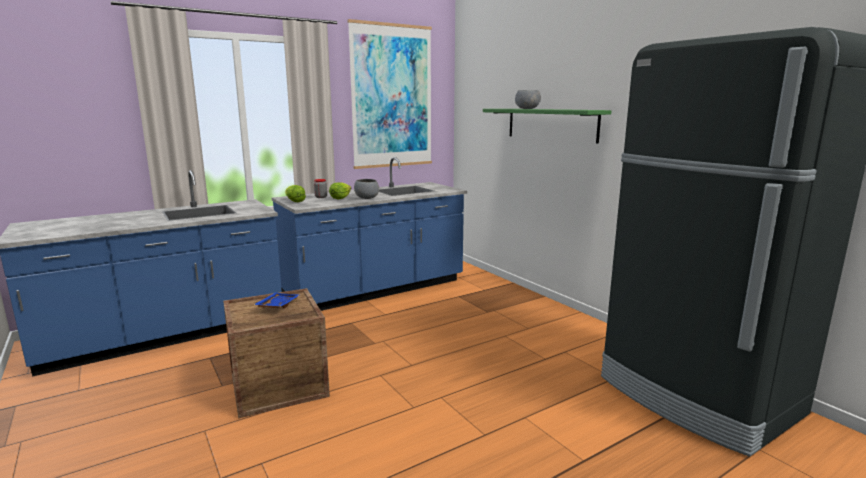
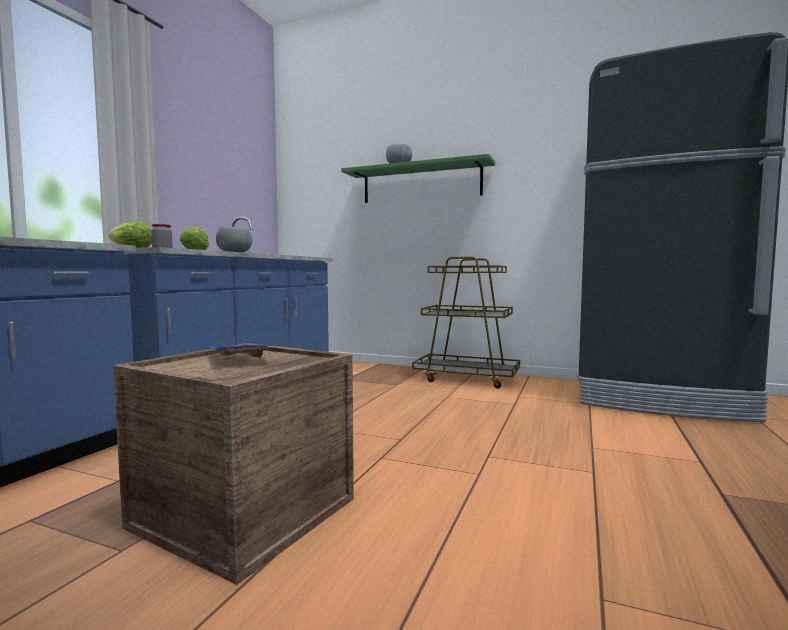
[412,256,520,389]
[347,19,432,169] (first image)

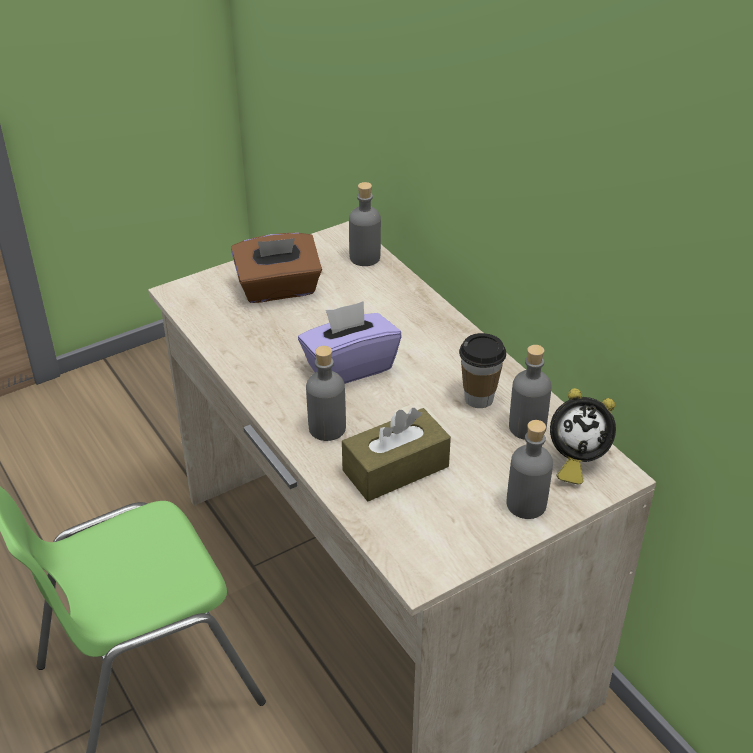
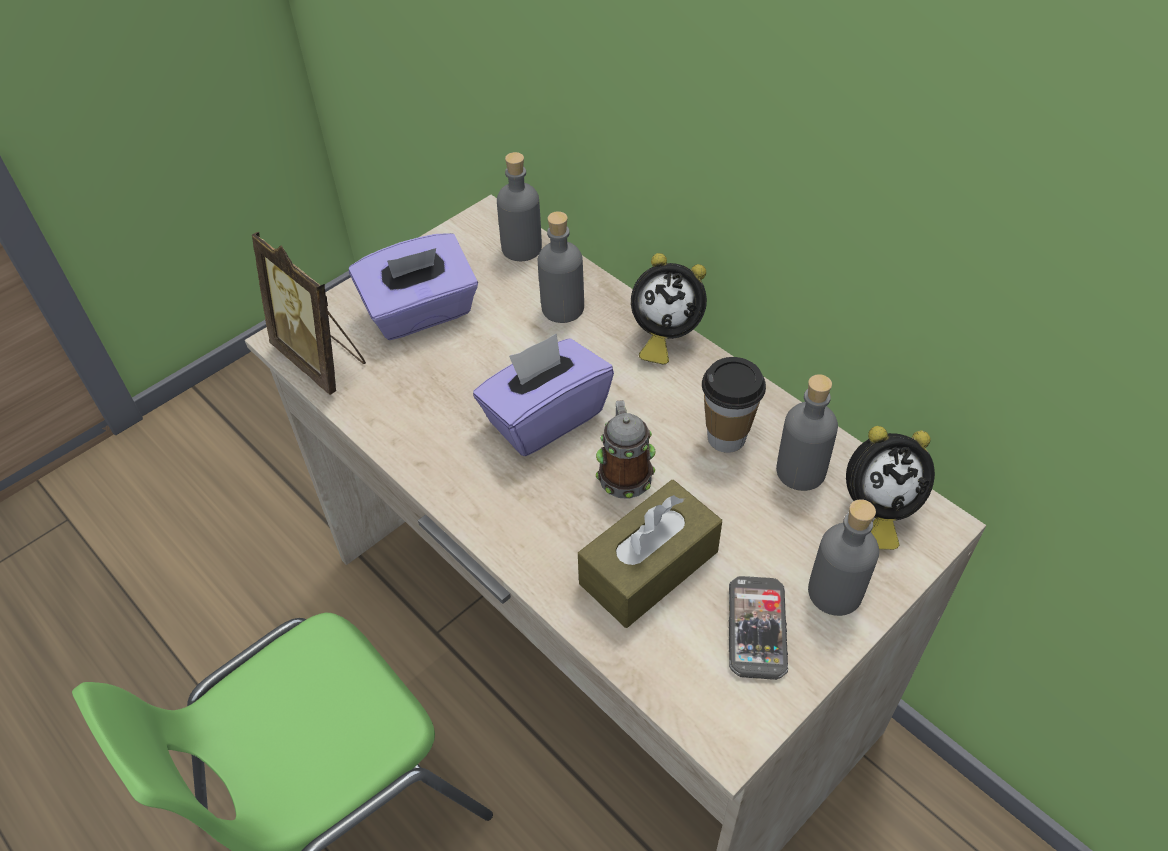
[252,232,366,395]
[349,233,478,340]
[538,211,584,323]
[596,400,655,499]
[631,253,707,365]
[729,576,788,680]

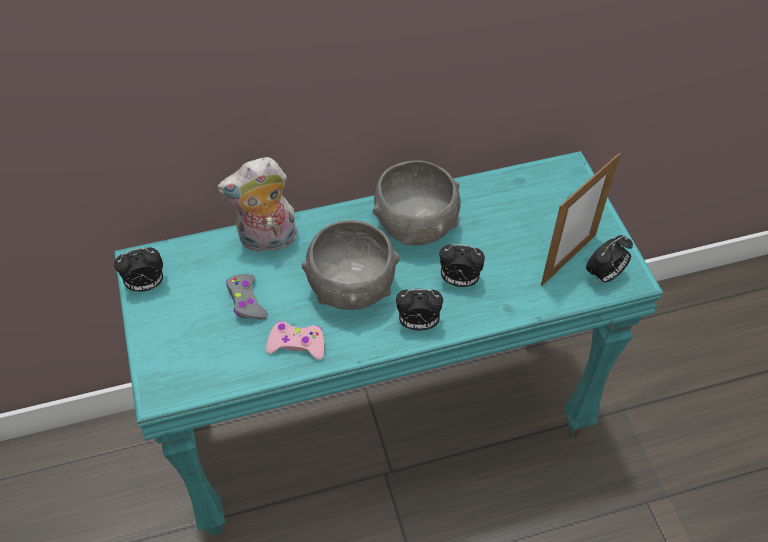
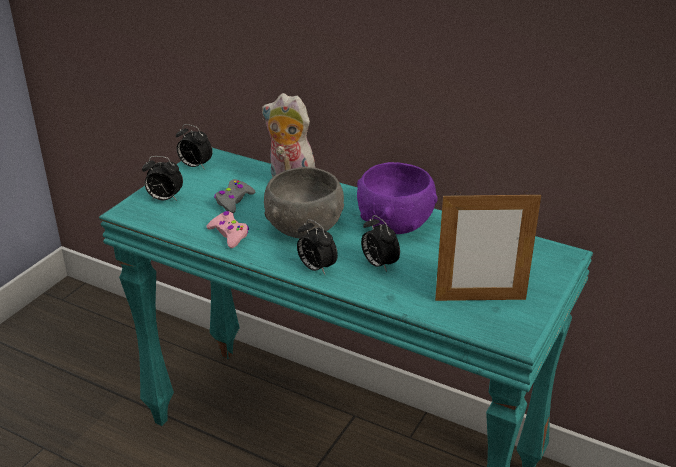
[142,156,183,201]
[357,162,438,234]

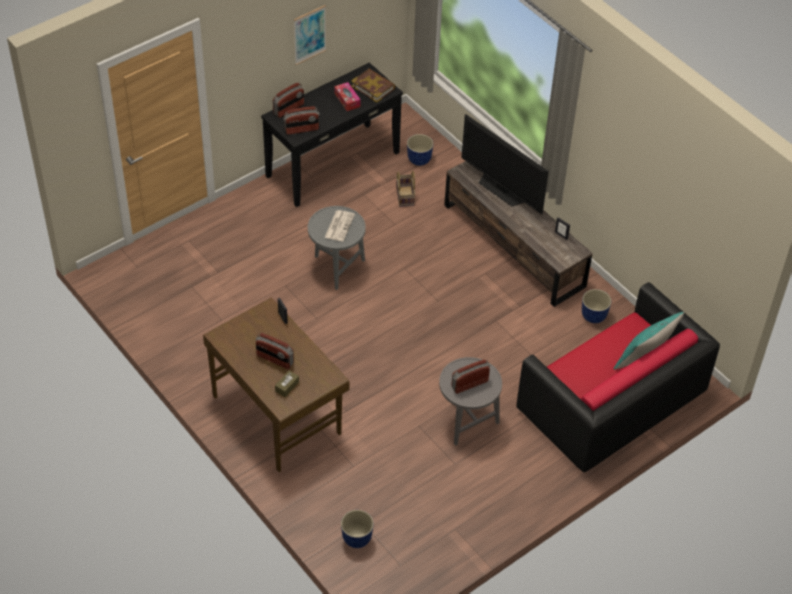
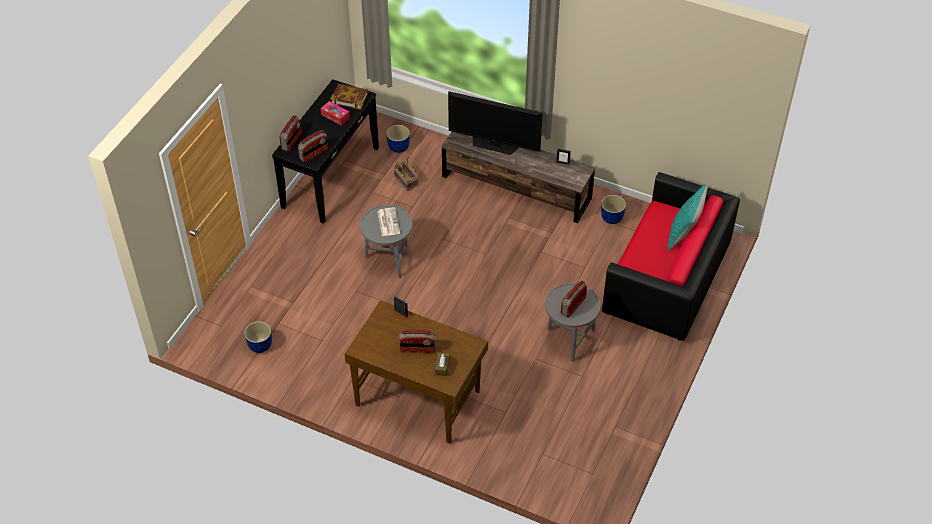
[244,321,272,353]
[294,5,326,65] (first image)

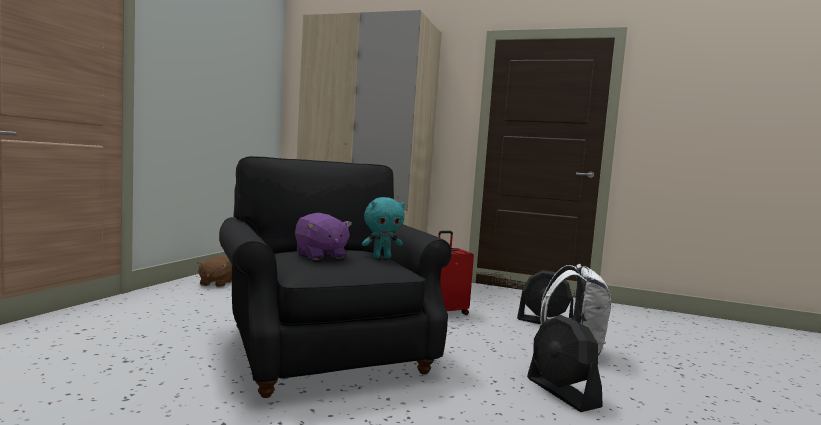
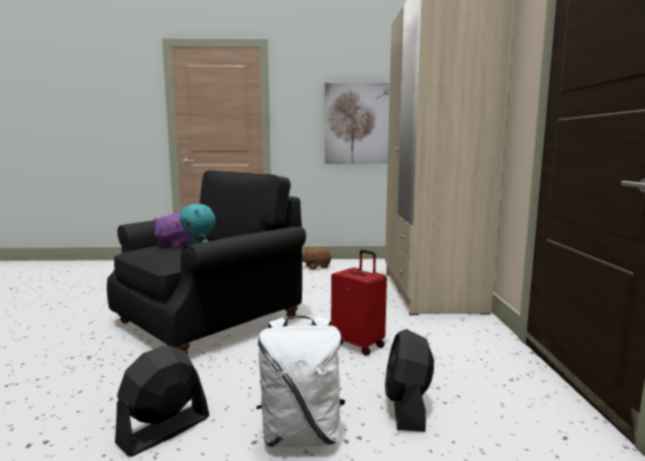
[325,83,390,164]

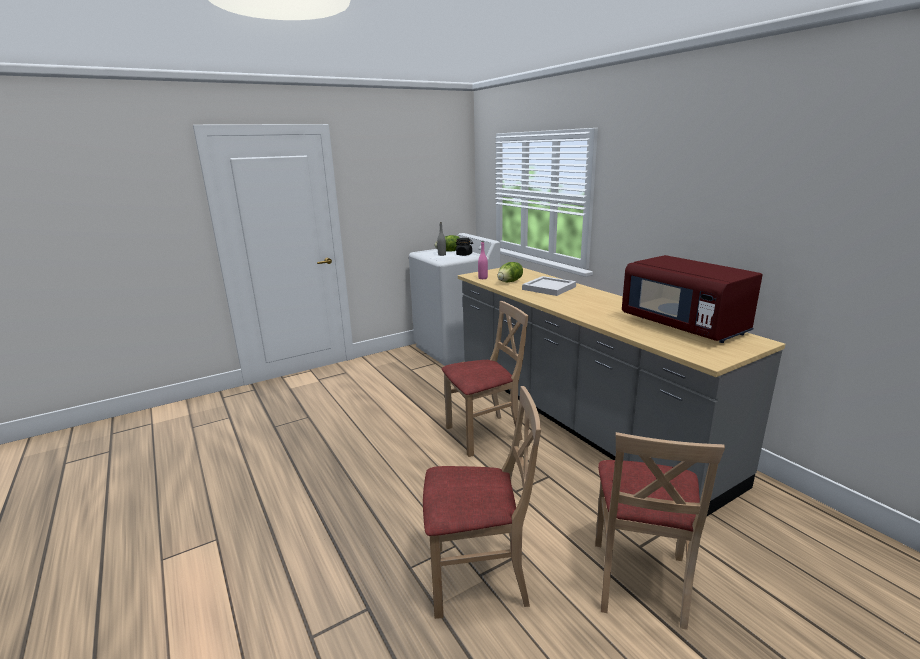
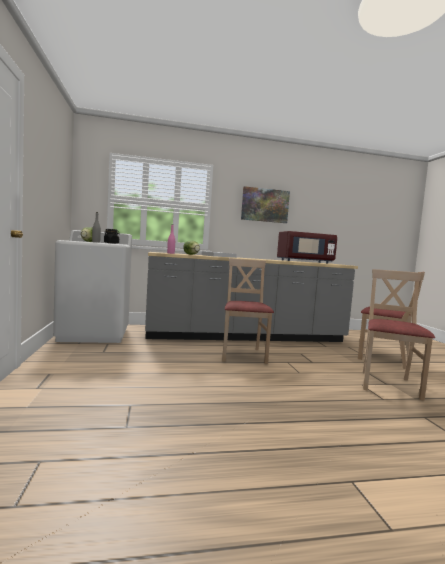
[241,186,290,223]

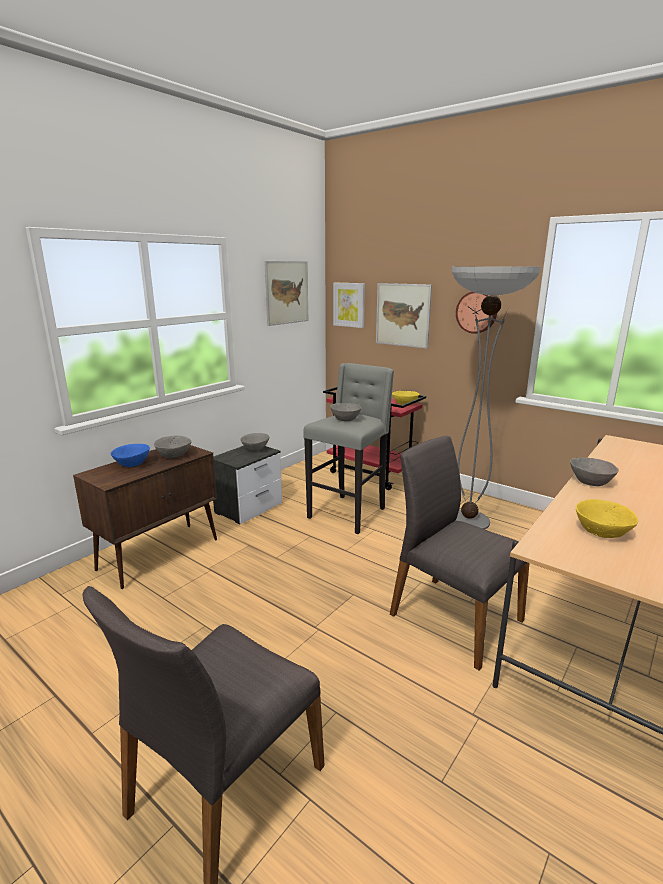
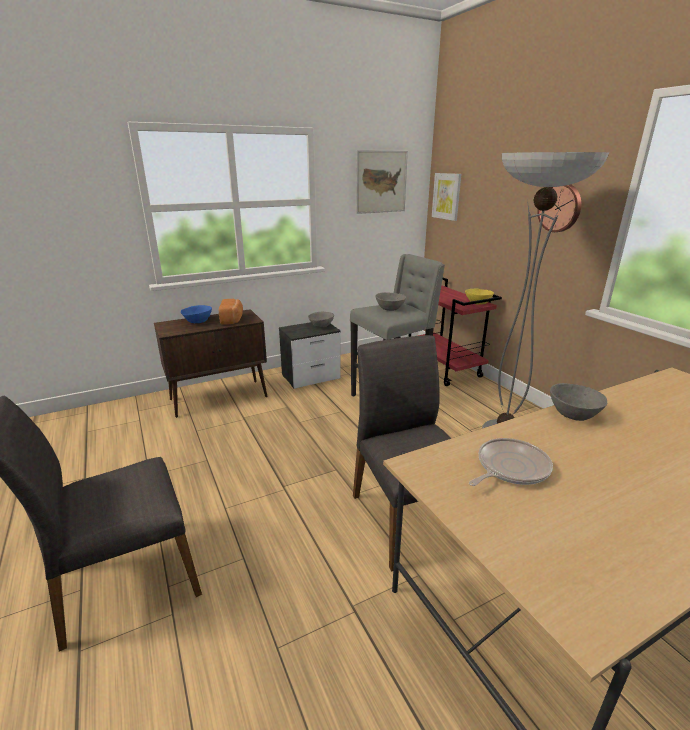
[219,299,243,325]
[469,438,553,486]
[376,283,432,349] (first image)

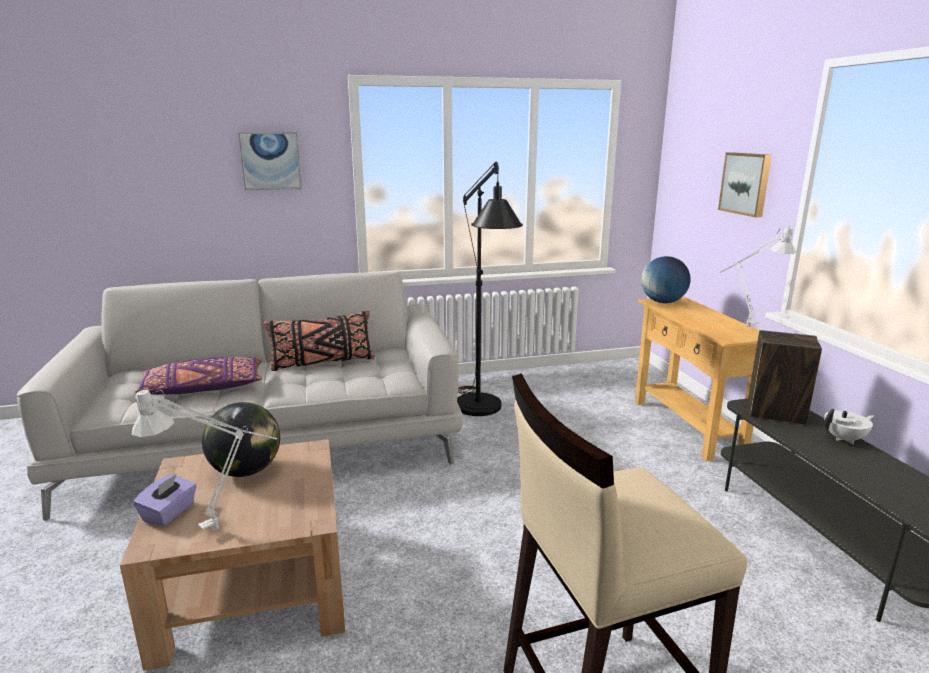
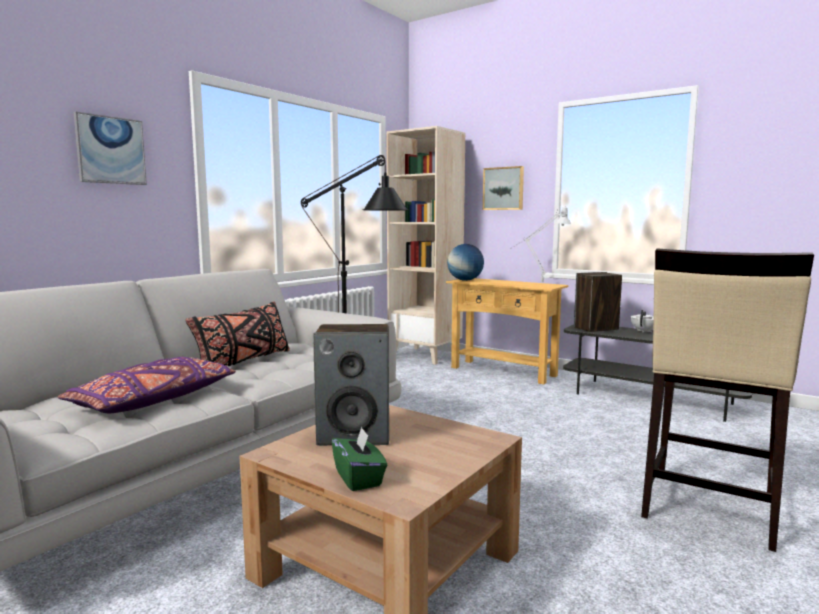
[313,324,389,446]
[332,427,387,491]
[386,126,465,365]
[132,389,277,530] (first image)

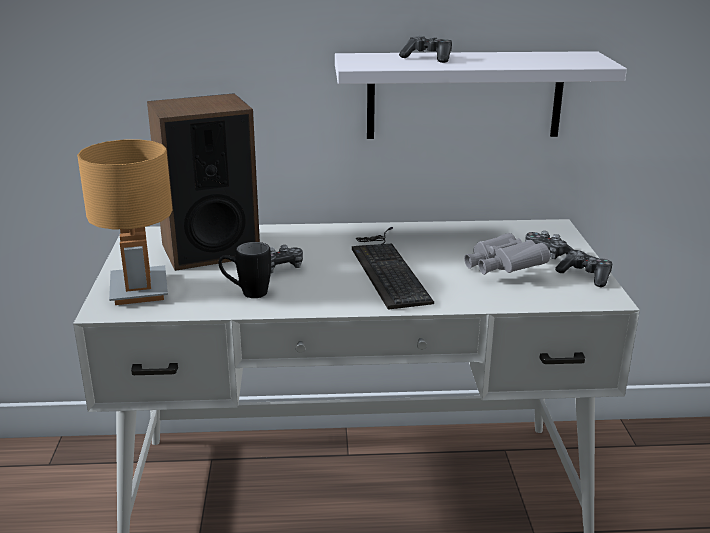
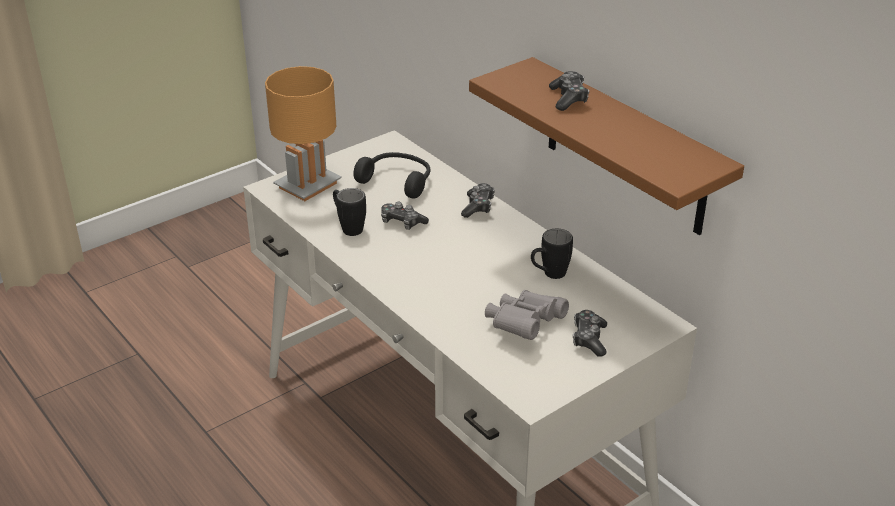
[353,152,430,198]
[461,183,495,218]
[469,57,744,235]
[531,229,573,279]
[352,227,434,310] (first image)

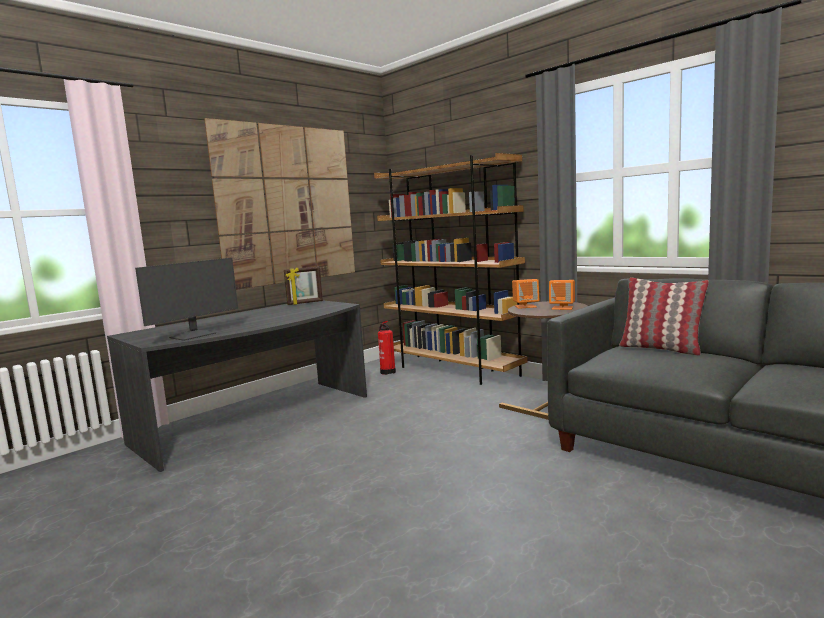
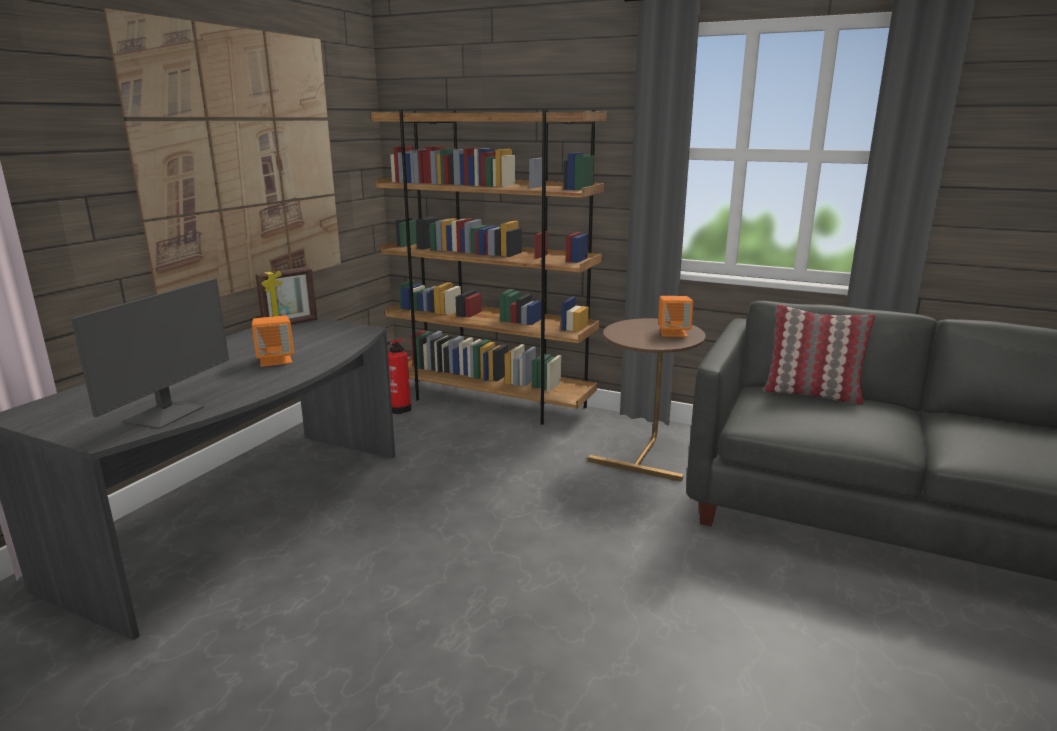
[252,315,294,367]

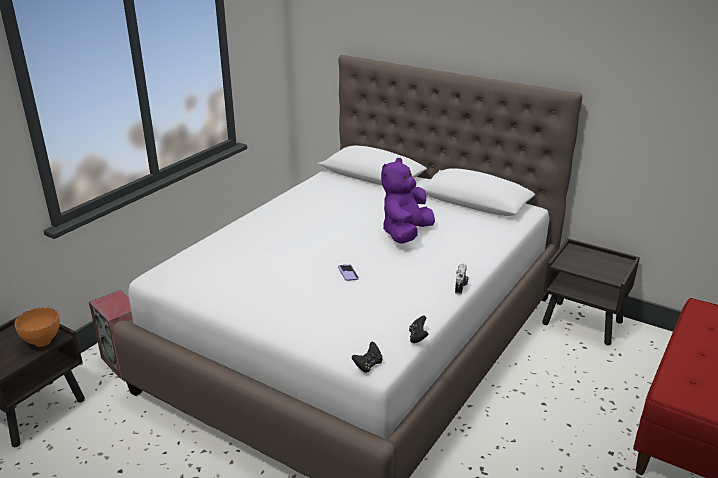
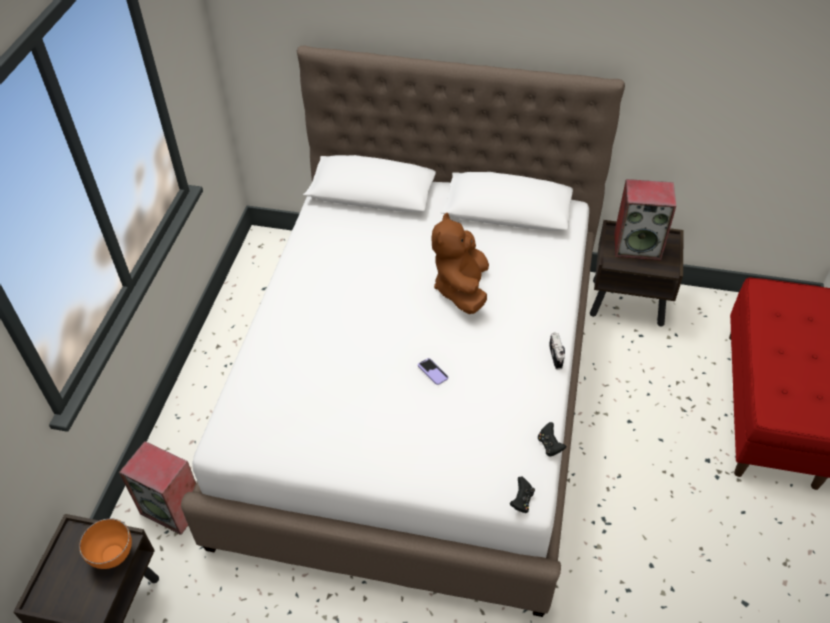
[431,213,489,314]
[614,179,676,260]

